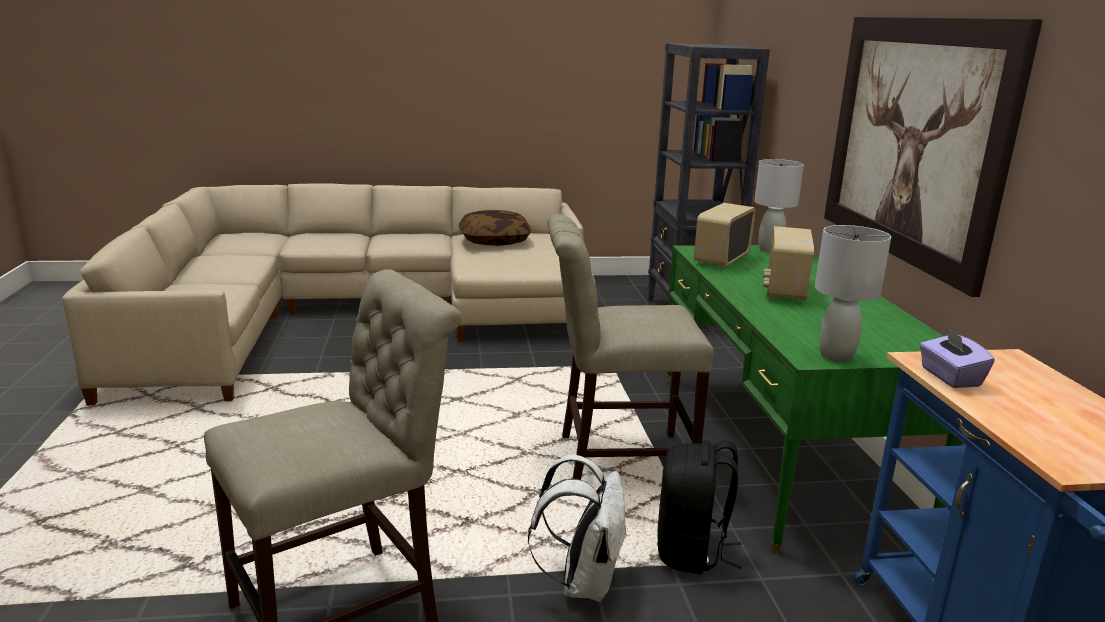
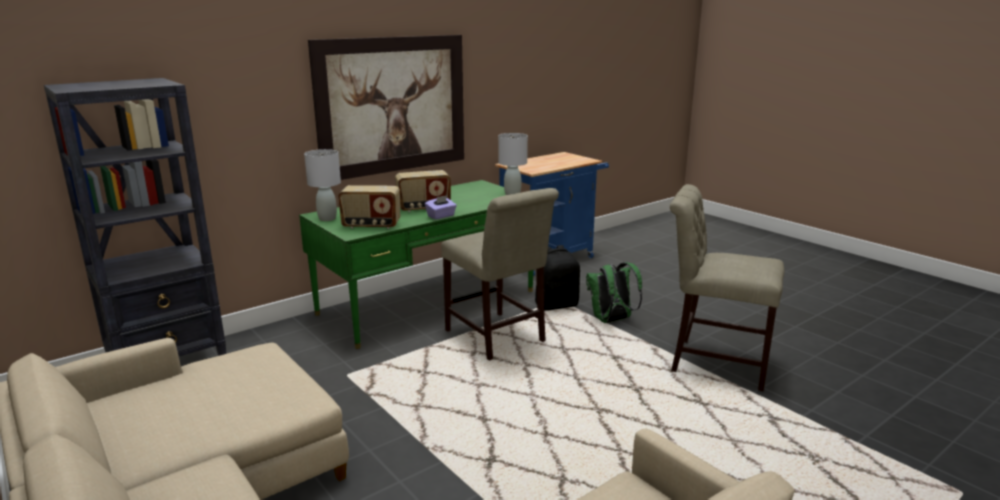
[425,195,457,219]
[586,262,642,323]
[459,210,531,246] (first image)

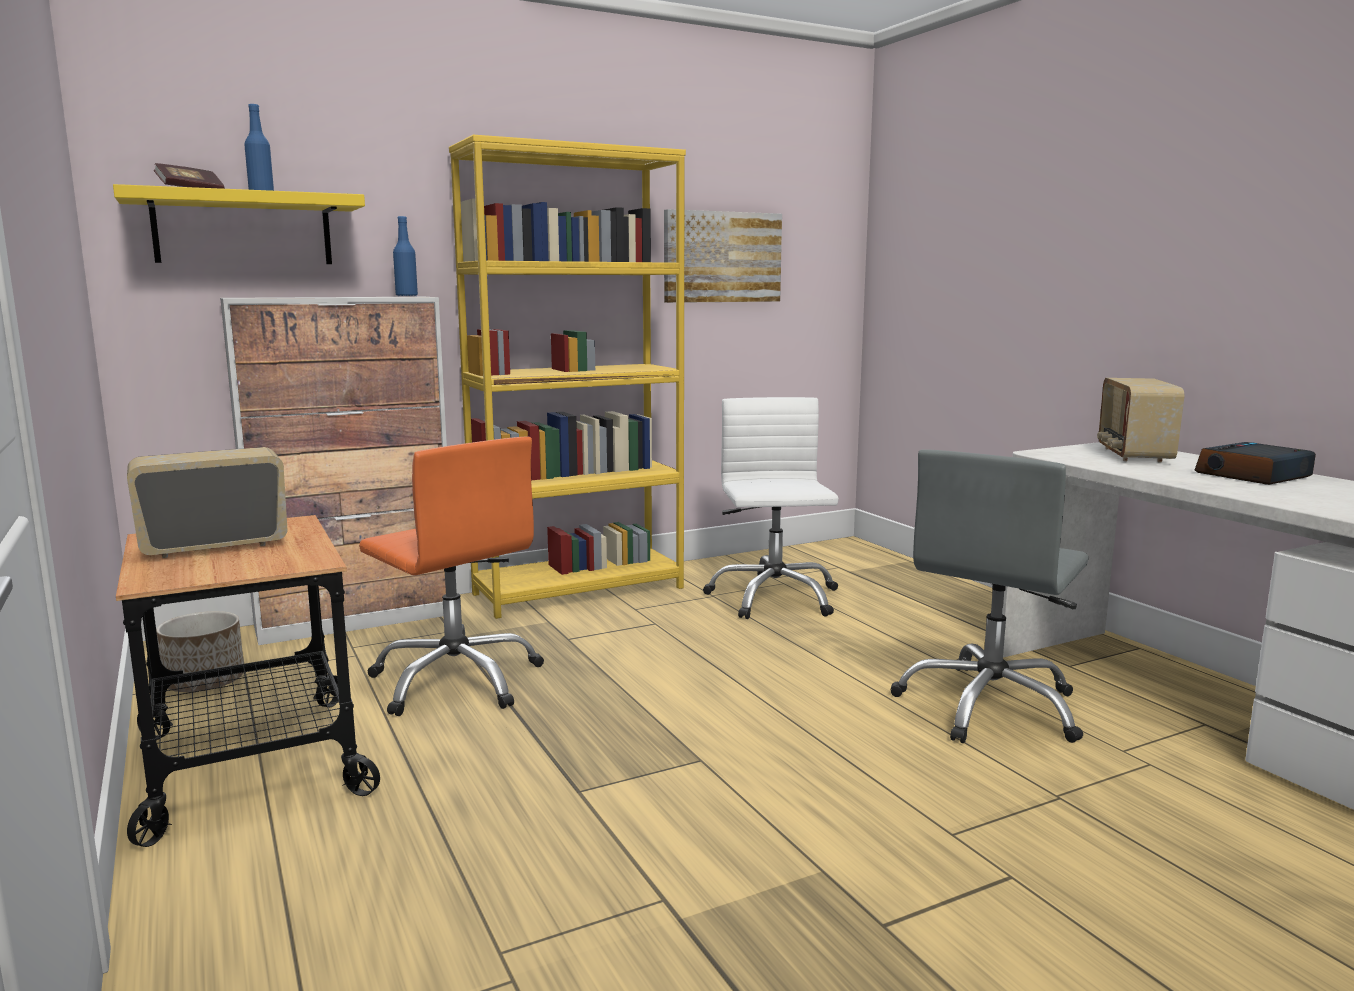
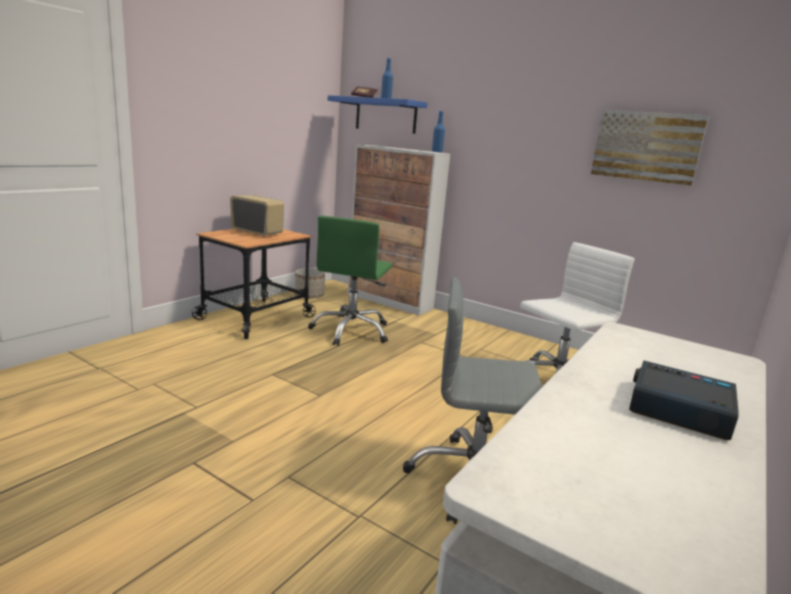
[308,216,392,346]
[328,95,428,134]
[449,135,686,619] (first image)
[1097,378,1184,463] (first image)

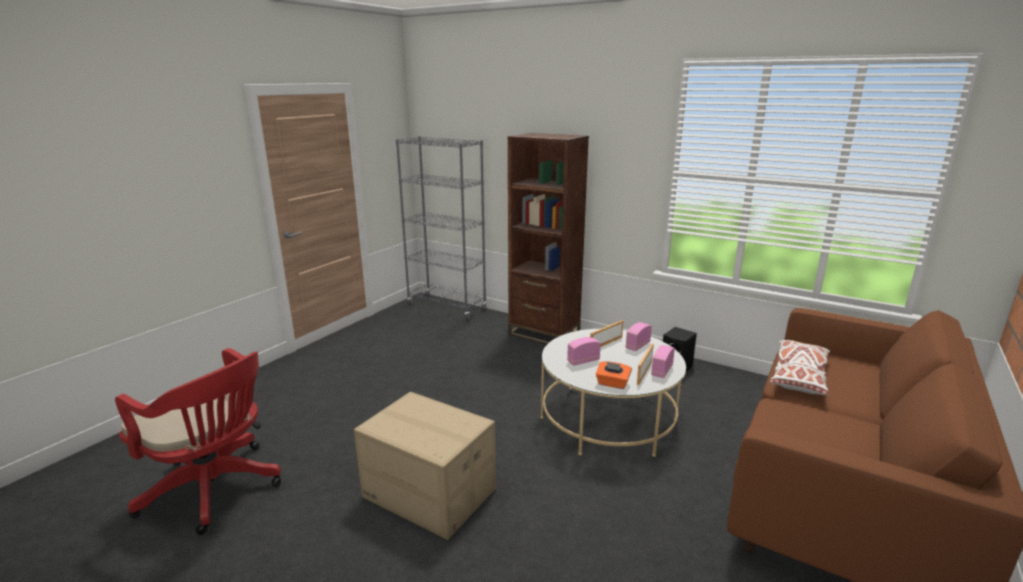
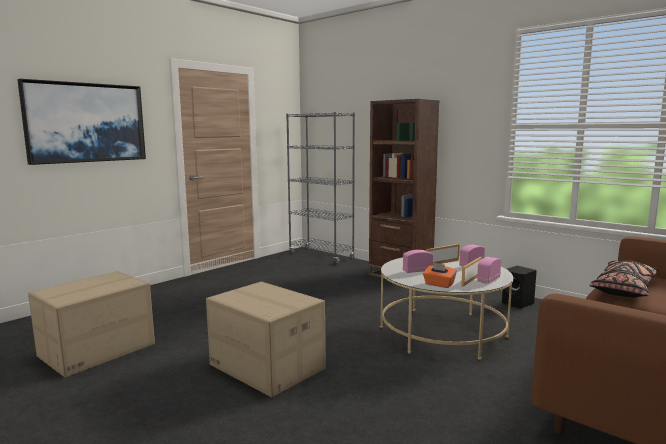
[17,79,146,165]
[28,271,155,378]
[589,261,659,298]

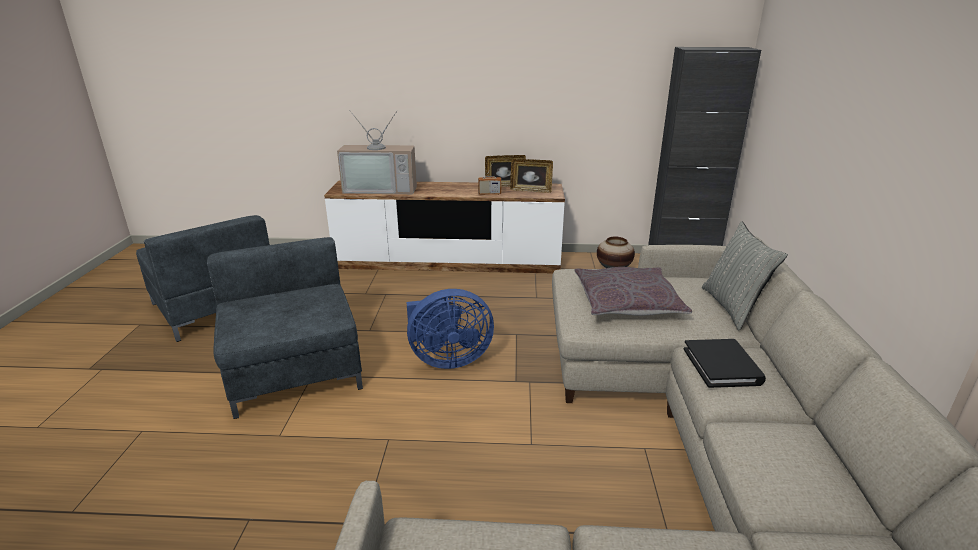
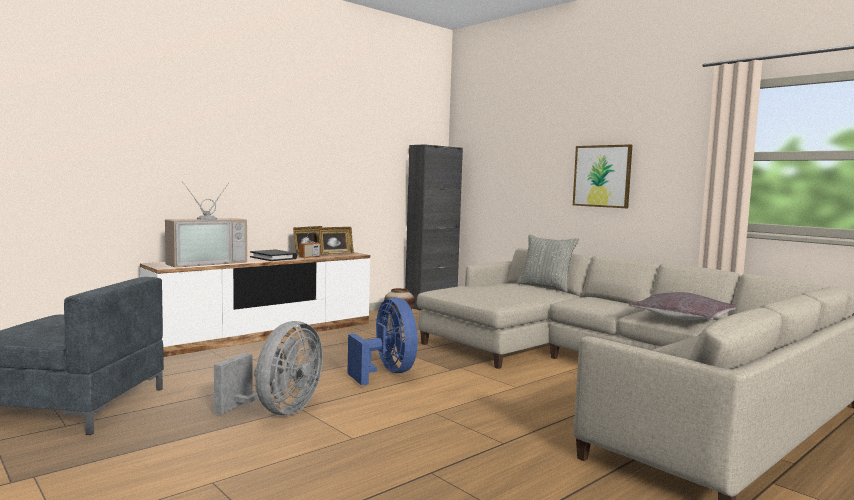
[214,321,323,415]
[250,249,297,261]
[348,297,418,385]
[573,144,632,208]
[629,292,736,320]

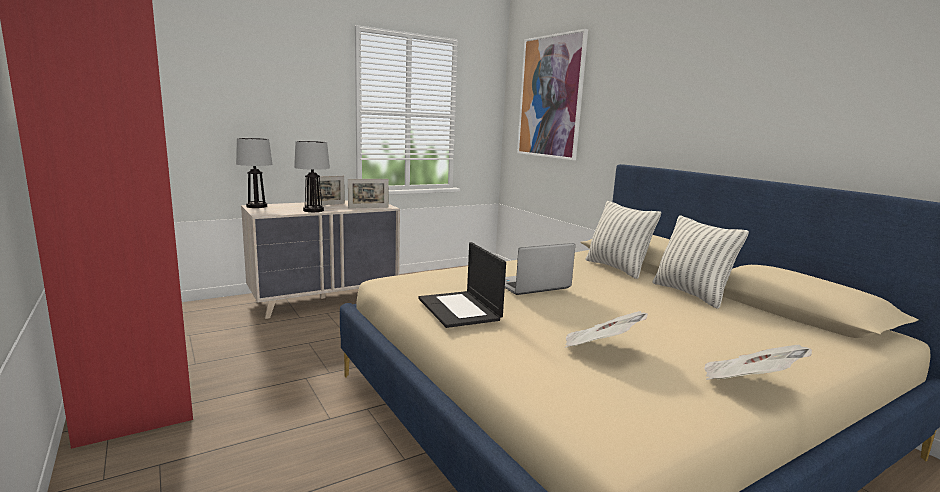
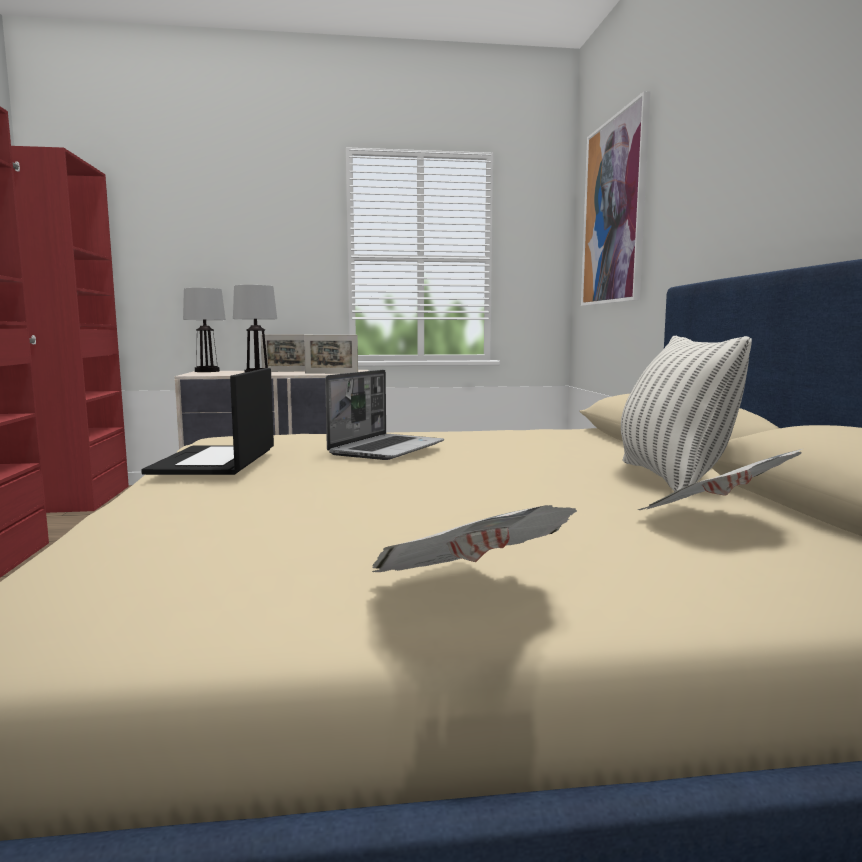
[325,370,444,460]
[638,449,802,510]
[585,201,661,279] (first image)

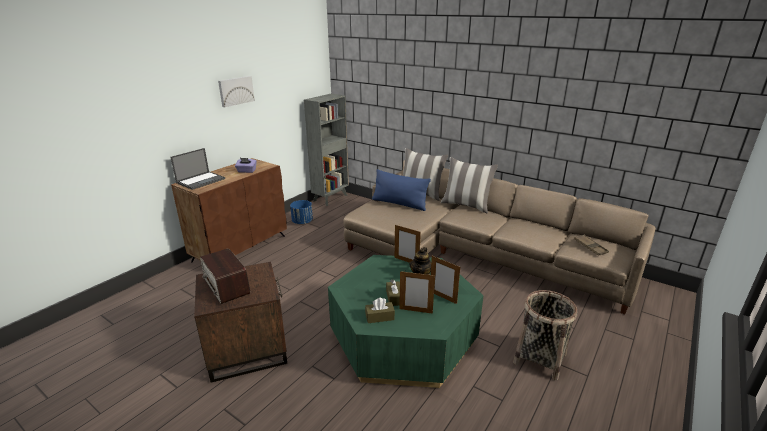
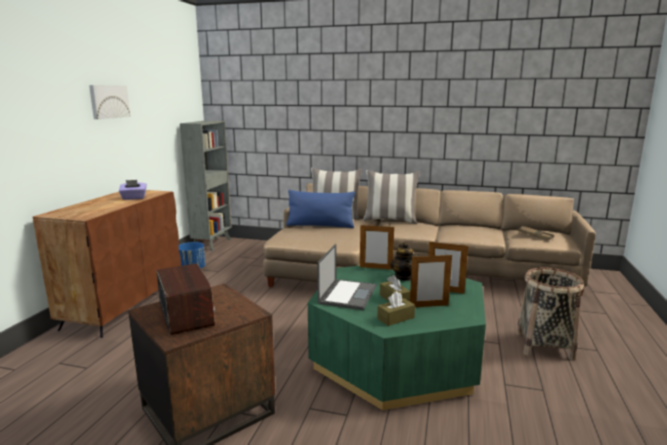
[157,263,215,335]
[317,244,376,310]

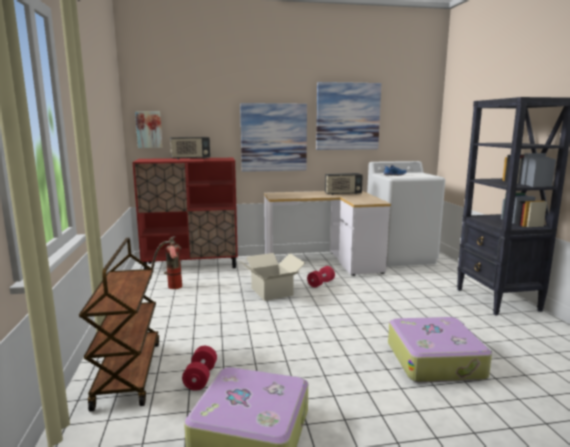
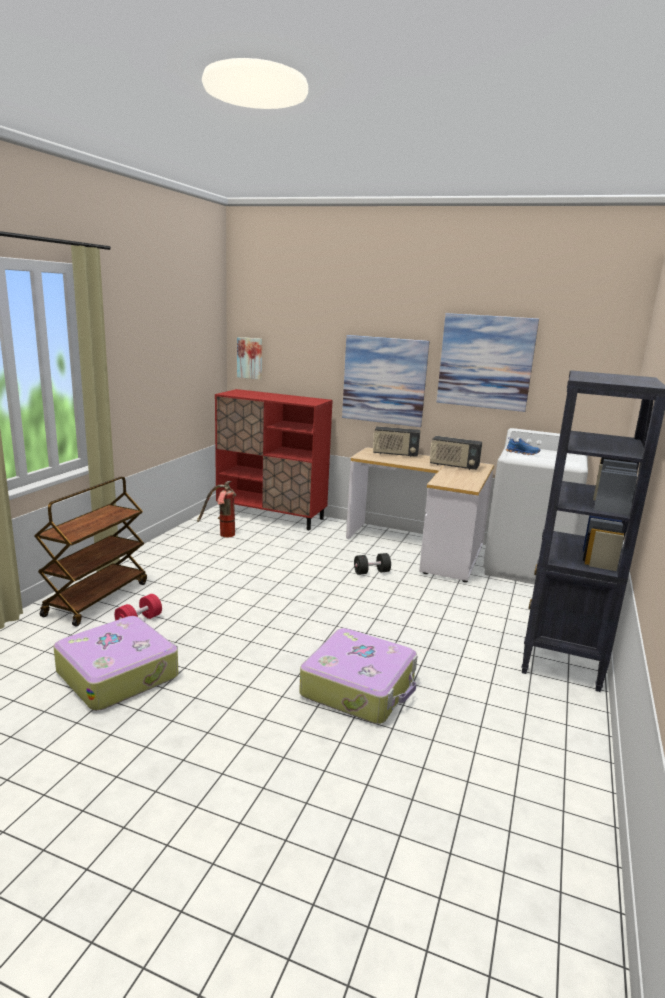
[354,553,391,575]
[373,426,420,457]
[239,253,305,301] (first image)

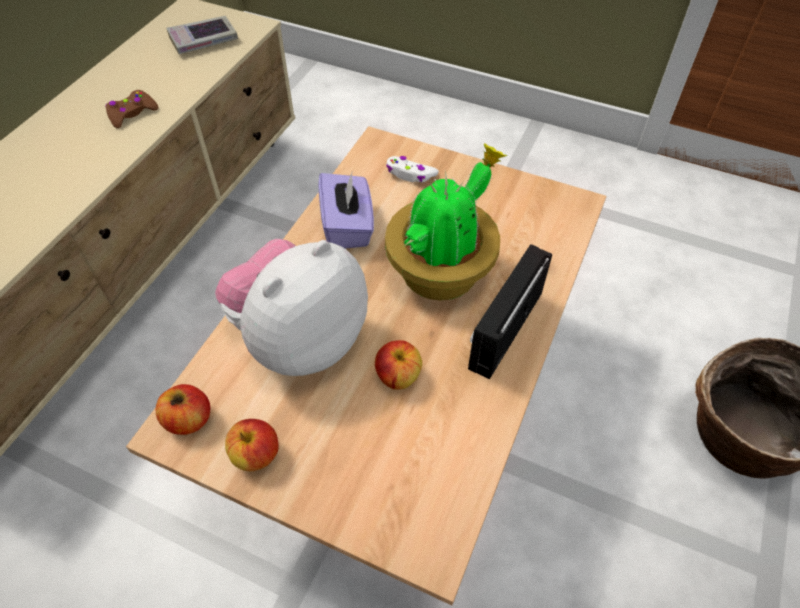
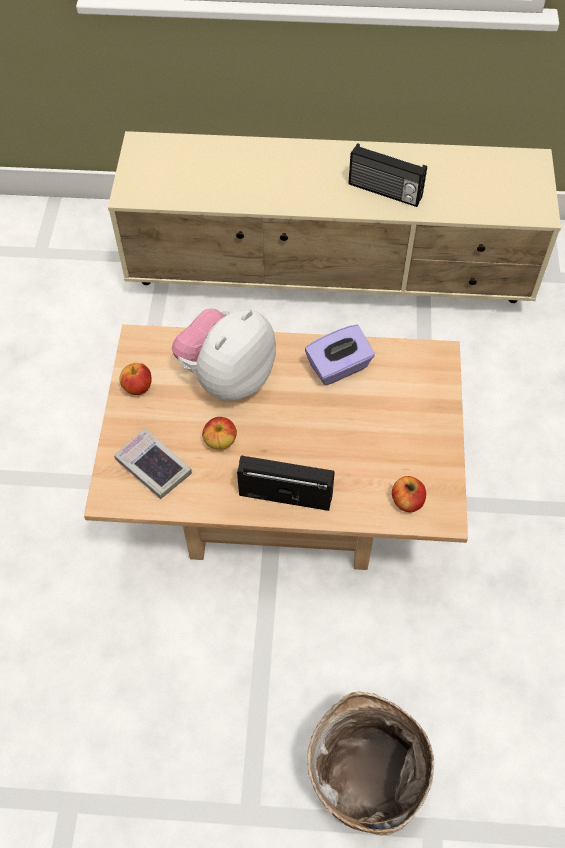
[114,429,192,499]
[172,309,276,401]
[348,143,427,207]
[392,476,426,512]
[385,143,507,300] (first image)
[386,156,439,182] (first image)

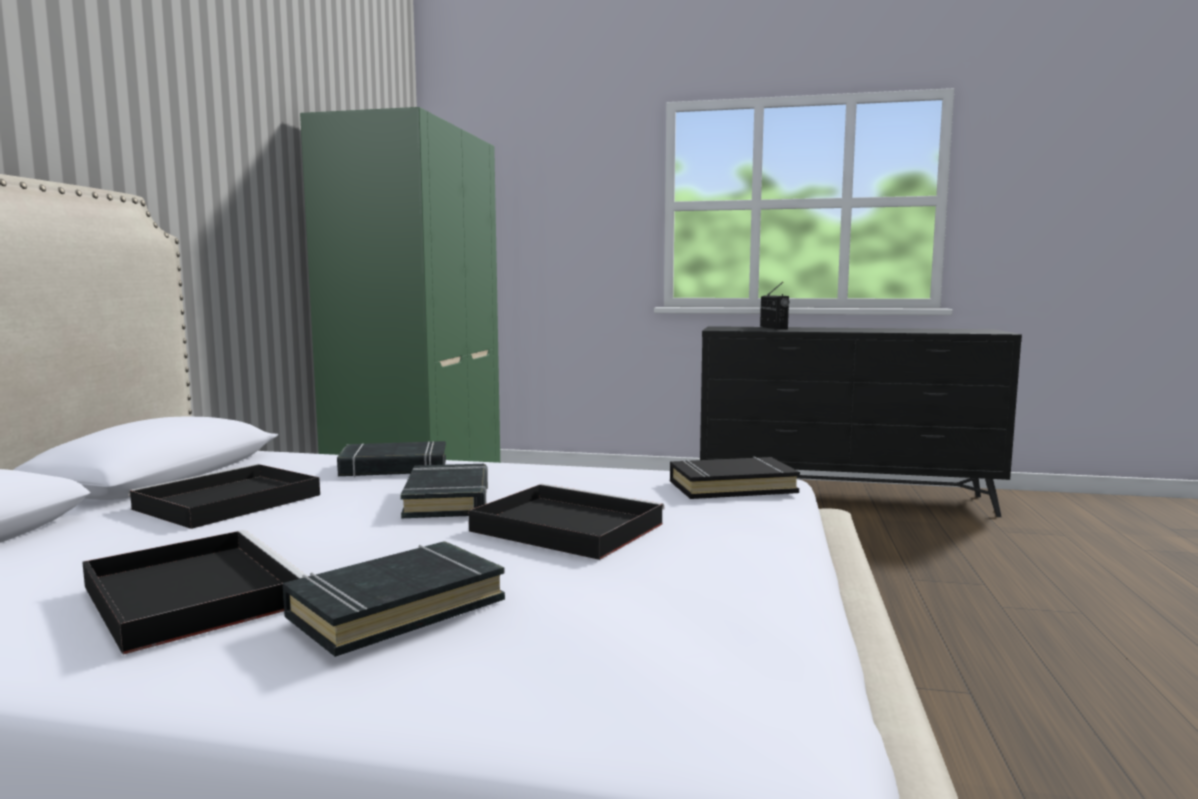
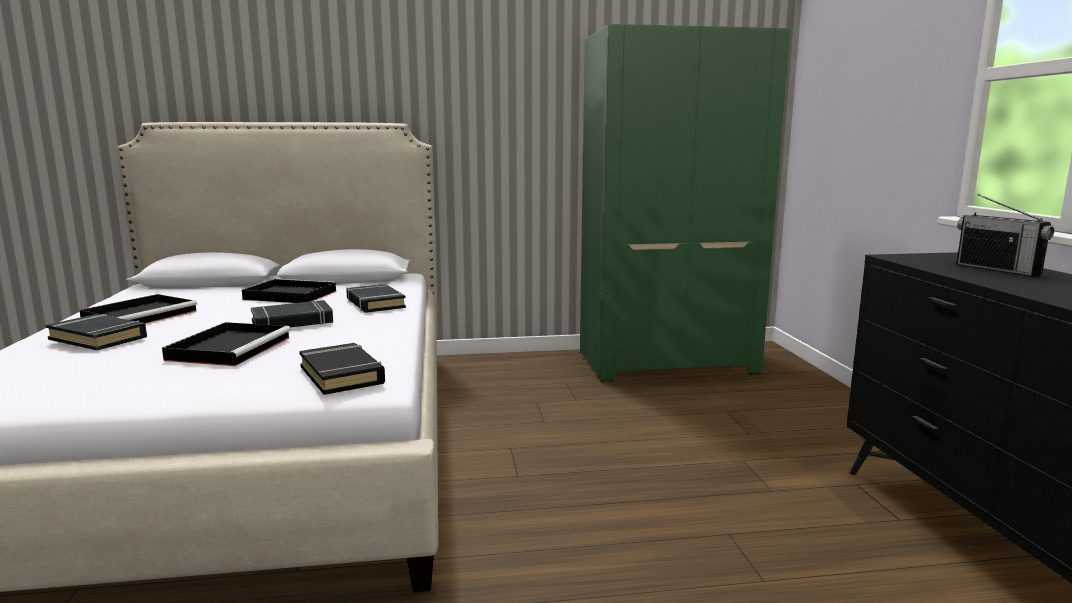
[957,194,1054,276]

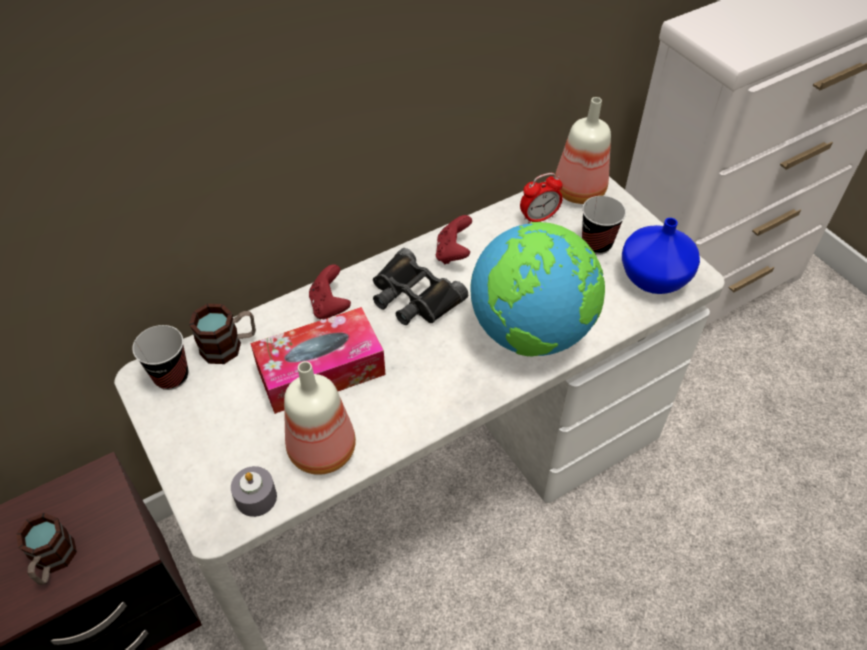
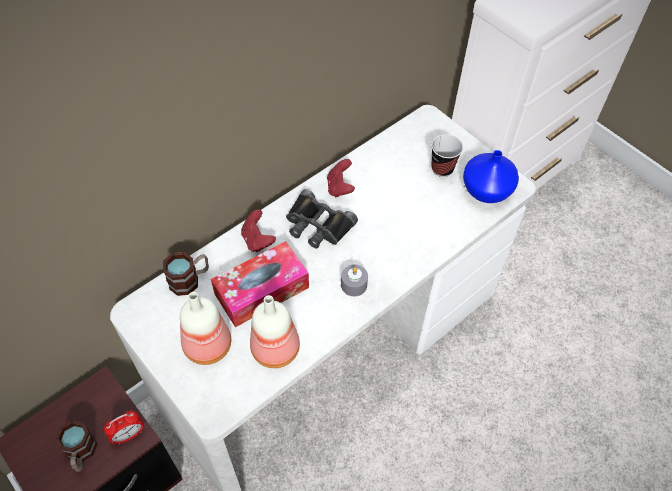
[104,411,144,444]
[180,292,231,365]
[341,264,368,296]
[132,325,188,390] (first image)
[470,222,605,357] (first image)

